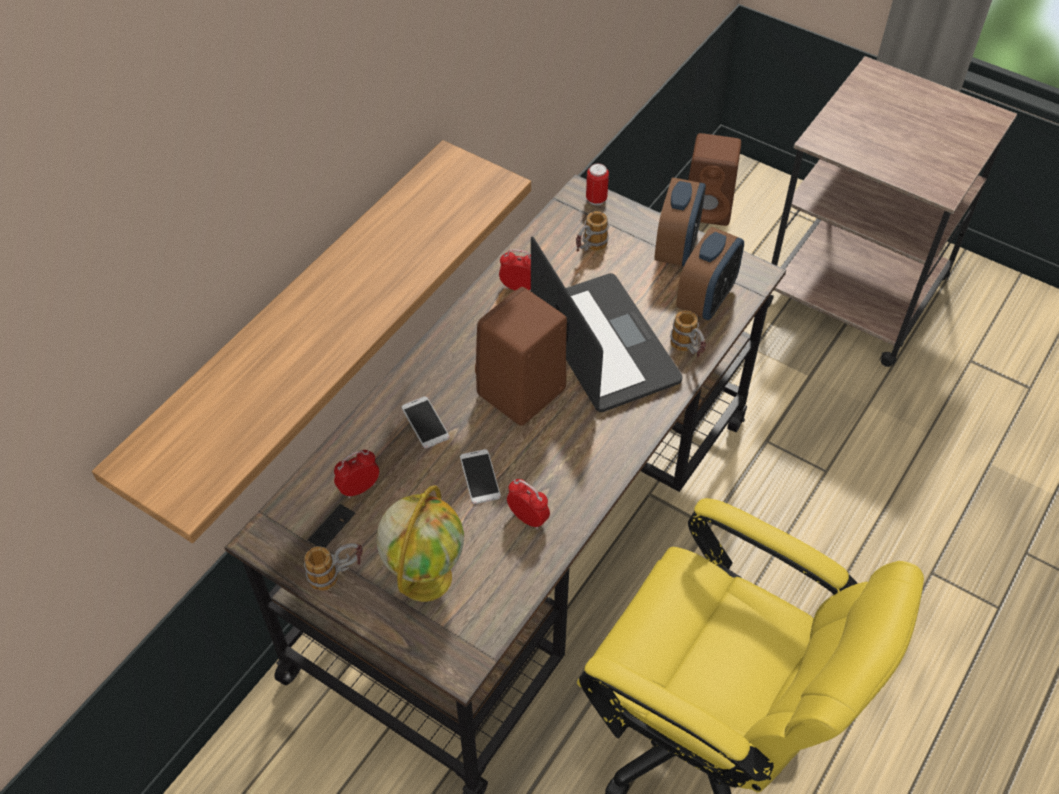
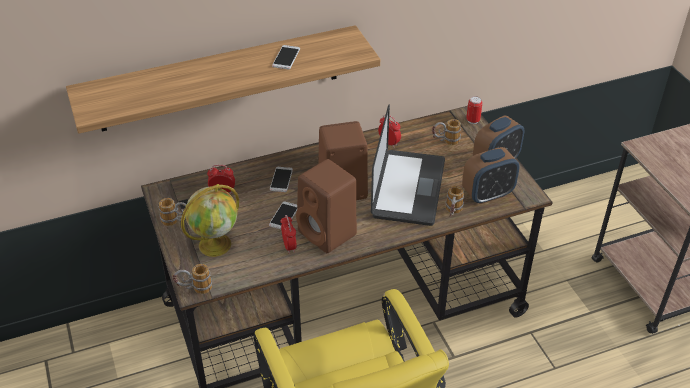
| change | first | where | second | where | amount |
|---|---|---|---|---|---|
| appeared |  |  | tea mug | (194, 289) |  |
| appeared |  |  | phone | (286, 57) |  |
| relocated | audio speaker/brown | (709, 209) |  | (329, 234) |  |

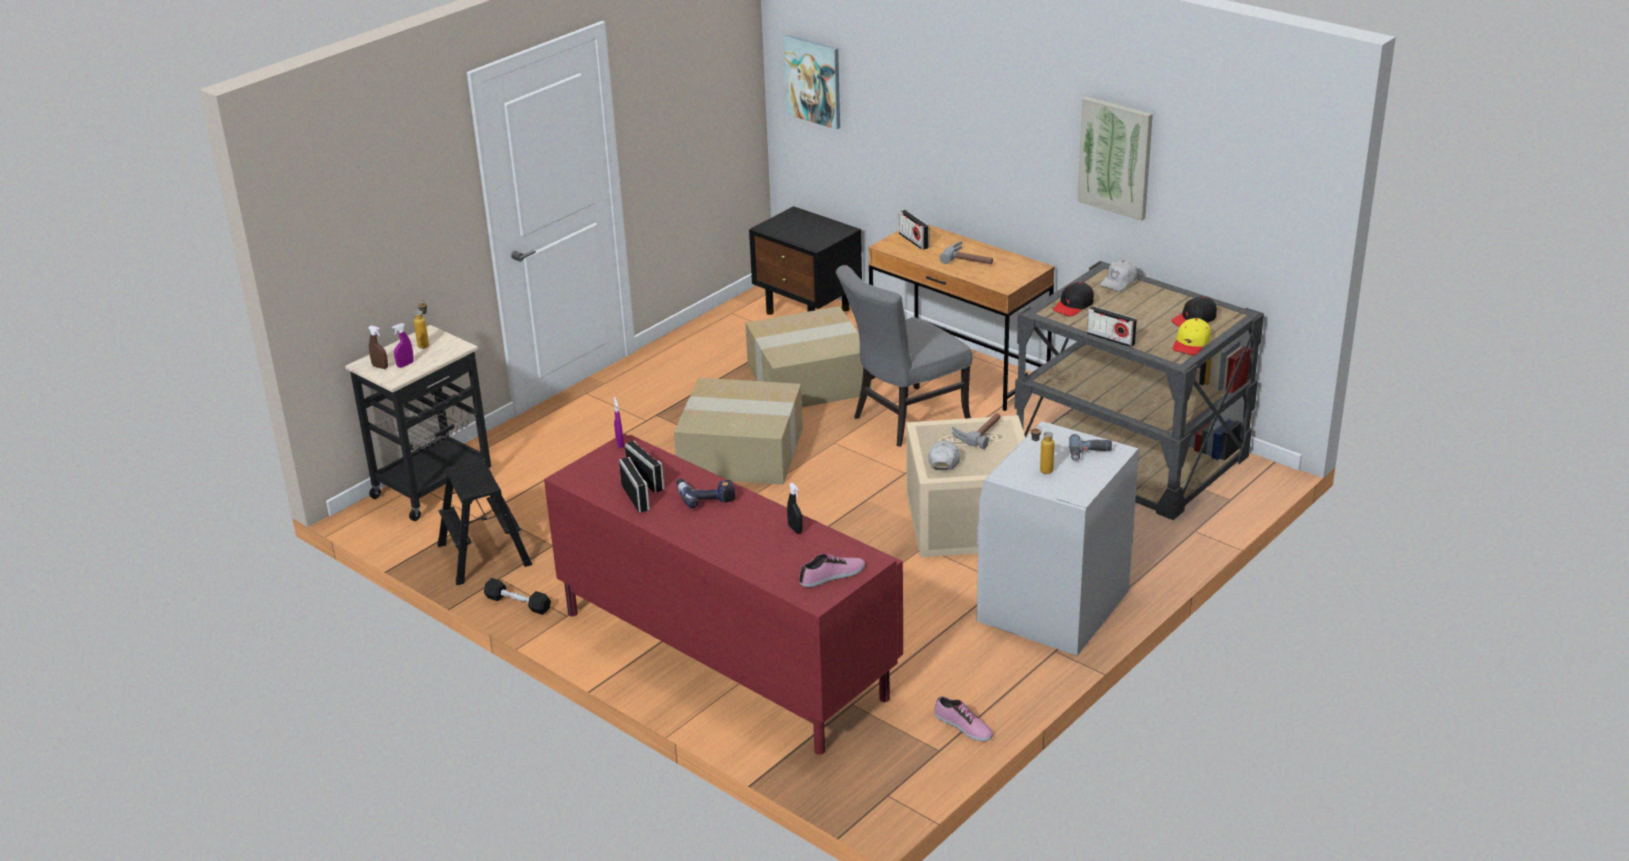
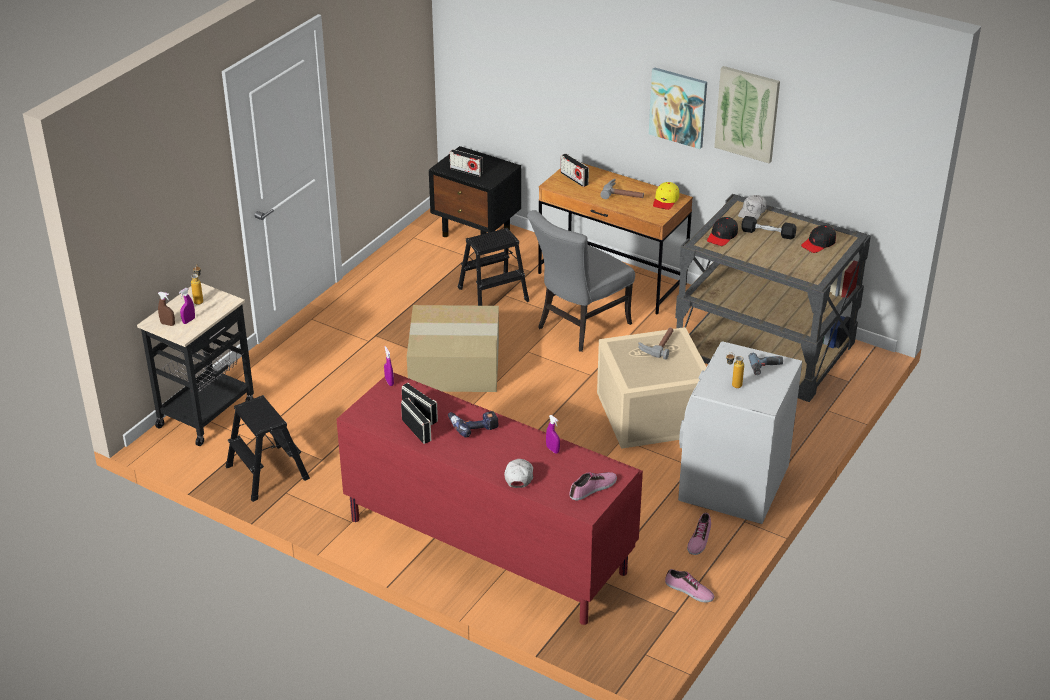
| change | first | where | second | where | amount |
|---|---|---|---|---|---|
| relocated | radio | (1110, 339) |  | (466, 171) |  |
| exchanged | cardboard box | (809, 378) | step stool/black-coloured | (493, 294) |  |
| relocated | peaked cap/white-coloured | (944, 460) |  | (519, 476) |  |
| colour | spray bottle/black-coloured | (795, 529) | spray bottle/purple-coloured | (552, 449) |  |
| relocated | wall art | (813, 81) |  | (678, 107) |  |
| relocated | peaked cap/yellow | (1191, 343) |  | (666, 200) |  |
| appeared |  |  | low shoe | (699, 539) |  |
| relocated | dumbbell/black-coloured | (518, 603) |  | (768, 233) |  |

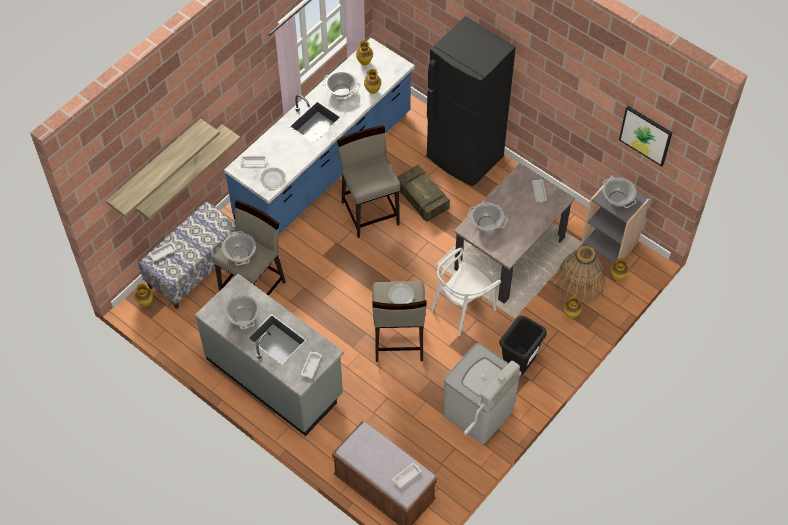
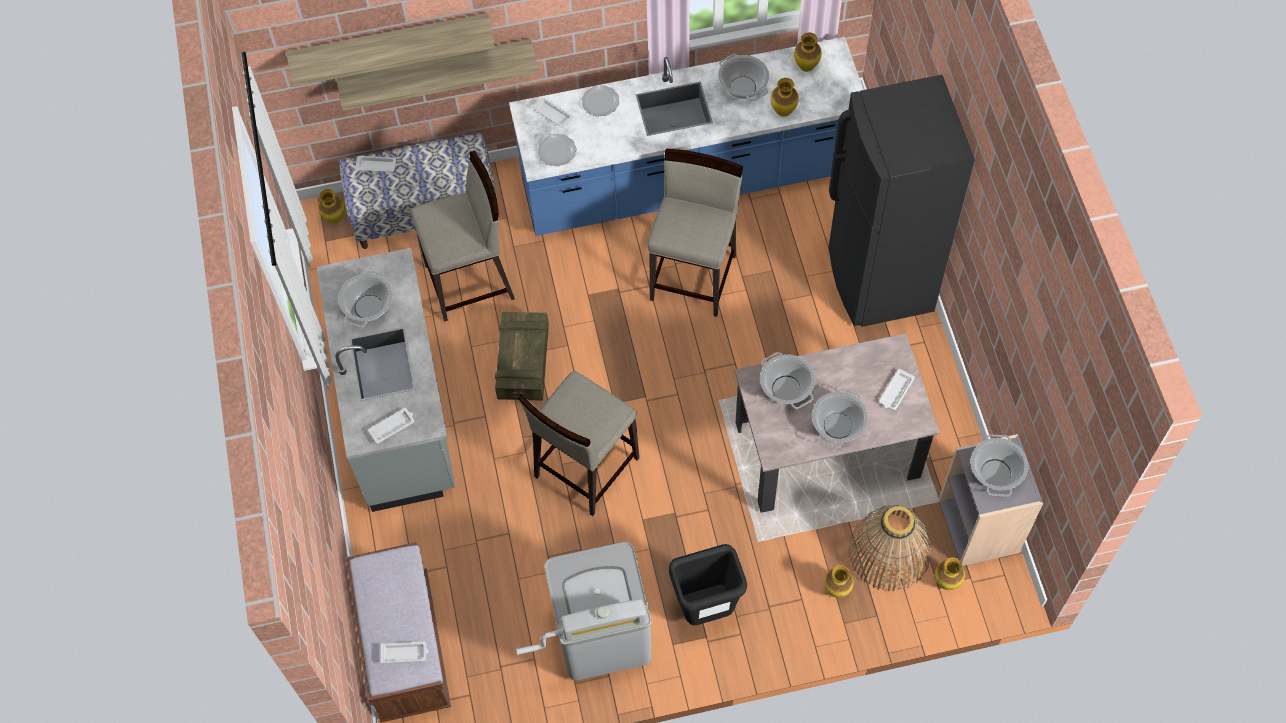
| change | first | where | second | where | amount |
|---|---|---|---|---|---|
| relocated | crate | (422, 199) |  | (523, 363) |  |
| relocated | dinner plate | (400, 295) |  | (600, 101) |  |
| relocated | cooking pot | (240, 254) |  | (838, 426) |  |
| missing | upright chair/white-coloured | (462, 308) |  |  |  |
| missing | wall art | (646, 135) |  |  |  |

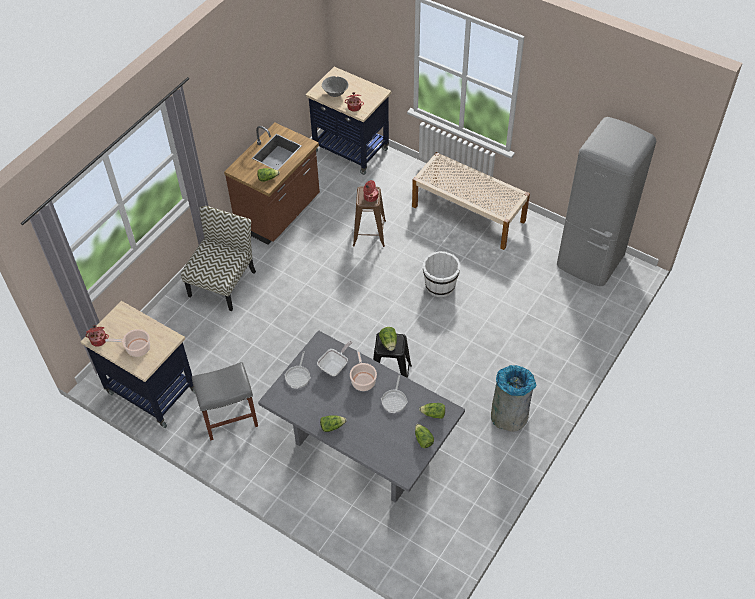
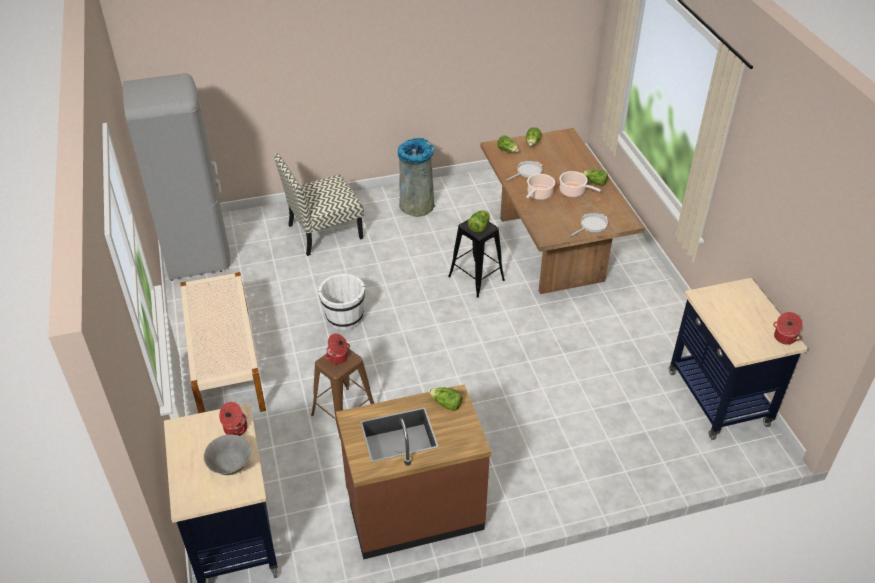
| change | first | where | second | where | amount |
|---|---|---|---|---|---|
| relocated | upright chair | (222, 283) |  | (324, 232) |  |
| colour | kitchen table/grey | (364, 447) | kitchen table/brown | (549, 248) |  |
| relocated | cooking pot | (136, 348) |  | (573, 192) |  |
| missing | stool seat/grey | (230, 417) |  |  |  |
| missing | pan | (335, 366) |  |  |  |

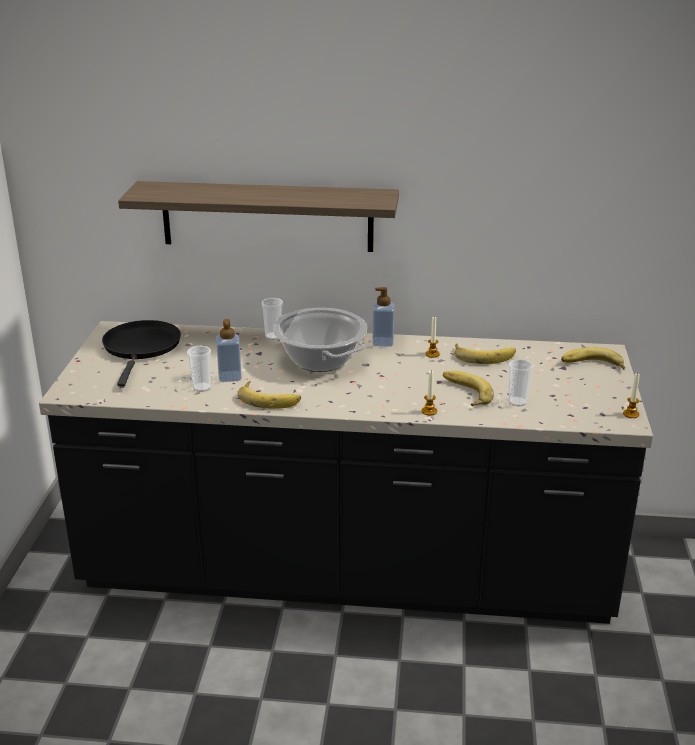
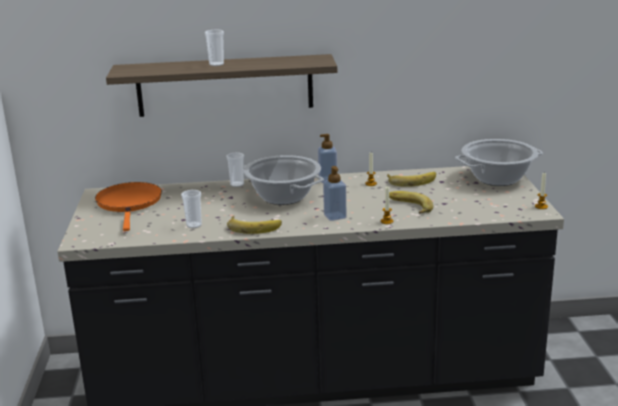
| change | first | where | second | where | amount |
|---|---|---|---|---|---|
| colour | pan/black-coloured | (141, 348) | pan/orange-coloured | (129, 203) |  |
| relocated | drinking cup | (517, 402) |  | (216, 64) |  |
| relocated | soap bottle | (230, 377) |  | (335, 216) |  |
| exchanged | banana fruit | (592, 366) | cooking pot | (497, 179) |  |

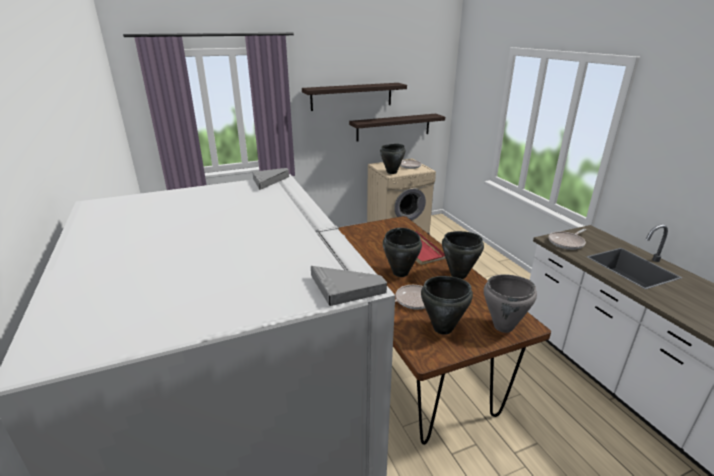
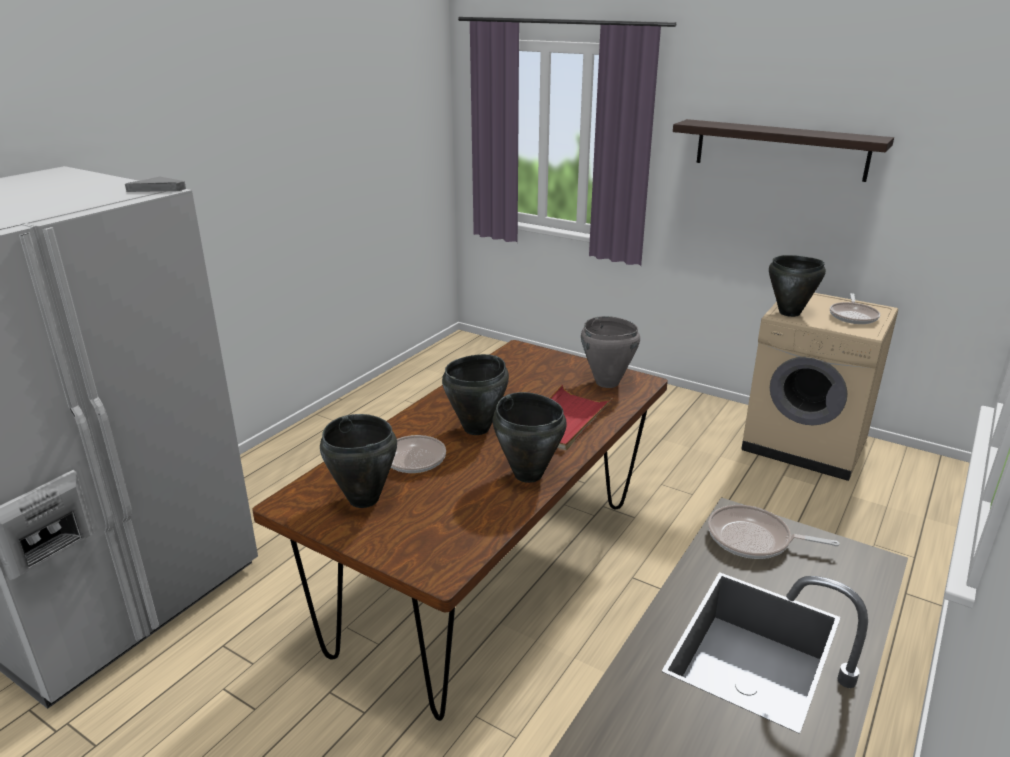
| change | first | where | second | where | amount |
|---|---|---|---|---|---|
| relocated | cooking pot/grey | (503, 327) |  | (607, 383) |  |
| missing | bracket shelf | (393, 127) |  |  |  |

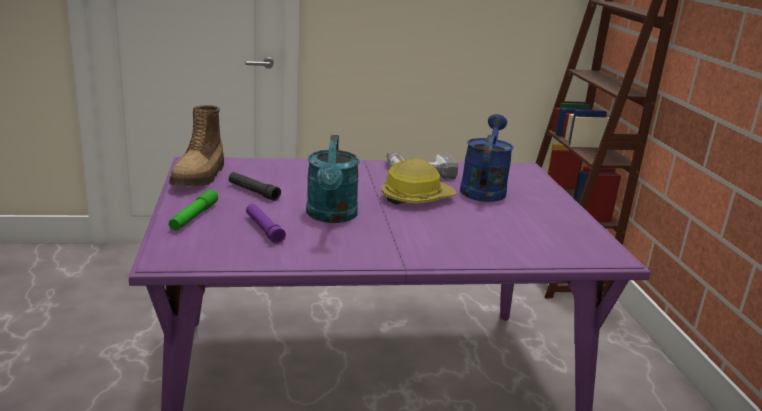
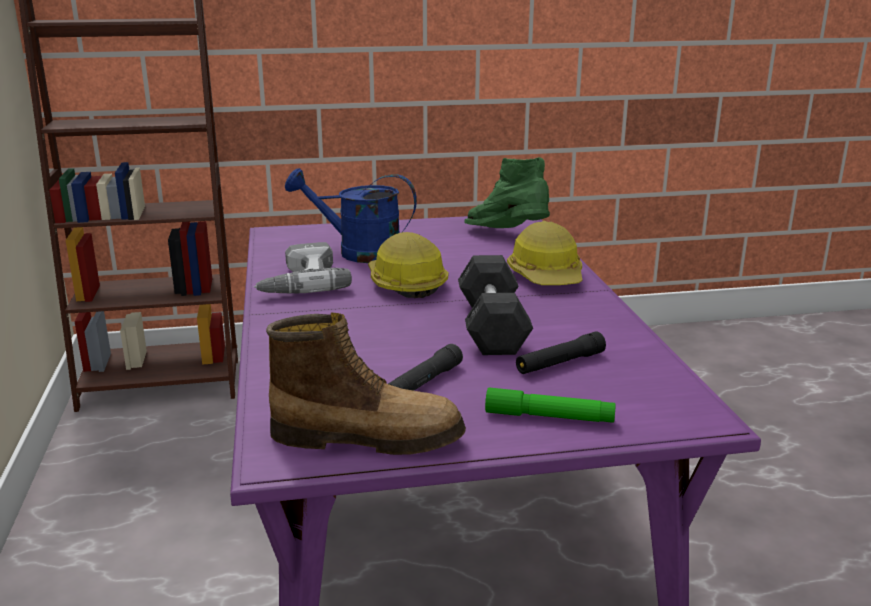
| change | first | where | second | where | amount |
|---|---|---|---|---|---|
| exchanged | watering can/turquoise | (331, 216) | dumbbell/grey | (492, 326) |  |
| appeared |  |  | high-top boot/greenish | (508, 236) |  |
| appeared |  |  | hard hat | (547, 276) |  |
| colour | hand torch/purple-coloured | (264, 229) | hand torch/black-coloured | (560, 363) |  |

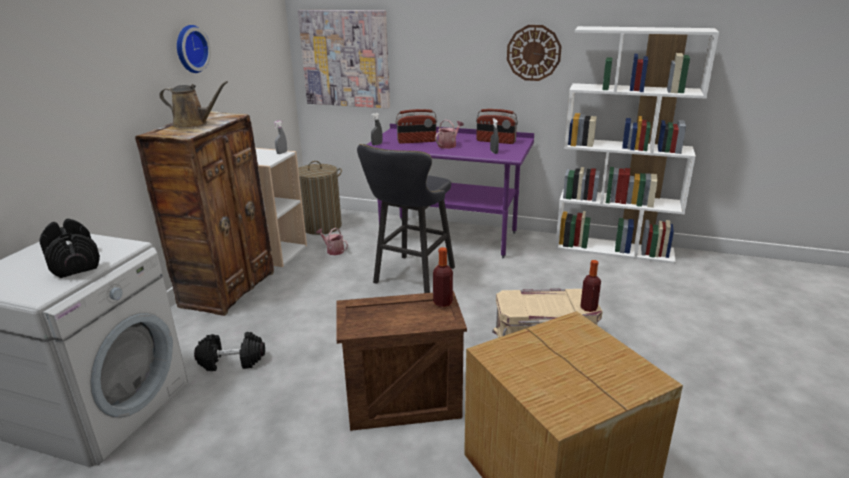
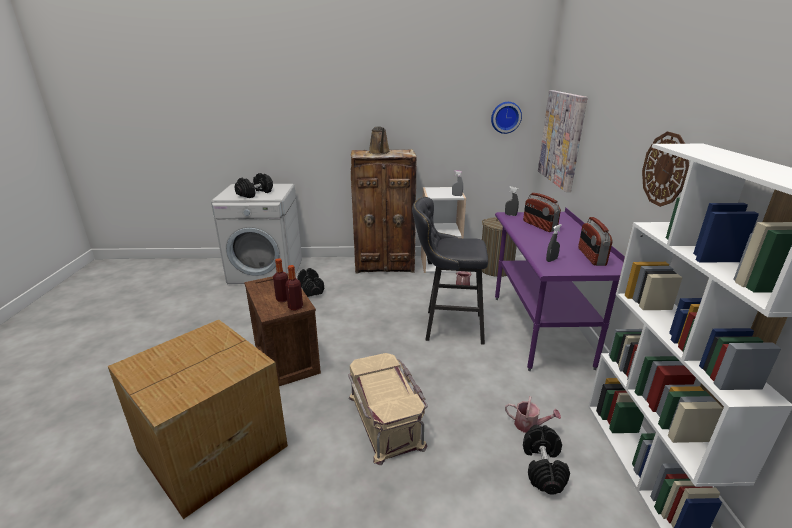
| change | first | where | second | where | amount |
|---|---|---|---|---|---|
| relocated | drink bottle | (588, 308) |  | (283, 299) |  |
| relocated | hanging clock | (190, 49) |  | (505, 117) |  |
| relocated | watering can | (449, 145) |  | (529, 425) |  |
| appeared |  |  | dumbbell/black-coloured | (543, 468) |  |

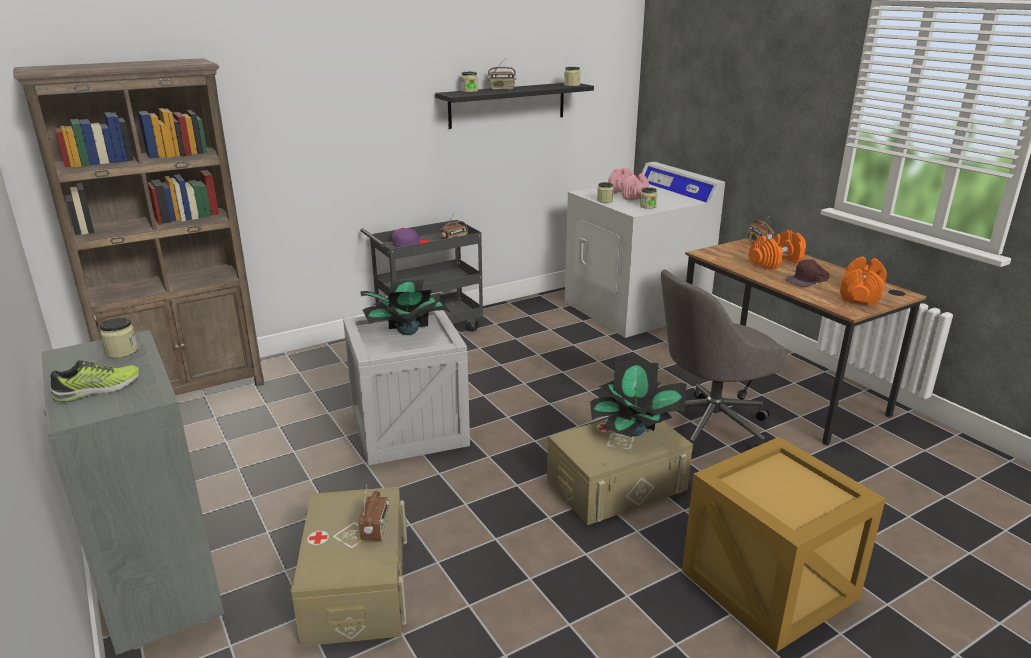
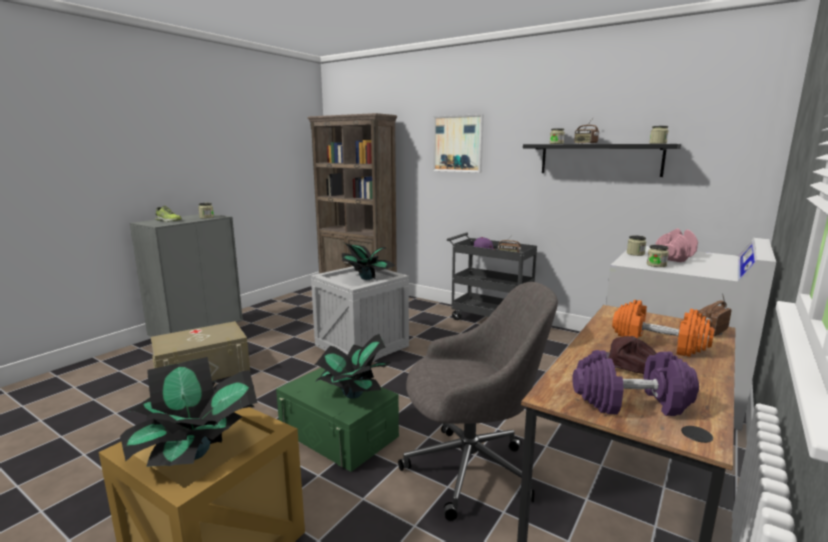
| change | first | where | second | where | amount |
|---|---|---|---|---|---|
| appeared |  |  | houseplant | (196, 453) |  |
| colour | storage box/beige | (616, 485) | storage box/greenish | (338, 433) |  |
| spun | desk chair/grey | (710, 429) |  | (470, 470) | 135 degrees clockwise |
| appeared |  |  | wall art | (458, 143) |  |
| colour | dumbbell/orange-coloured | (861, 295) | dumbbell/purple-coloured | (631, 402) |  |
| missing | radio | (376, 529) |  |  |  |

